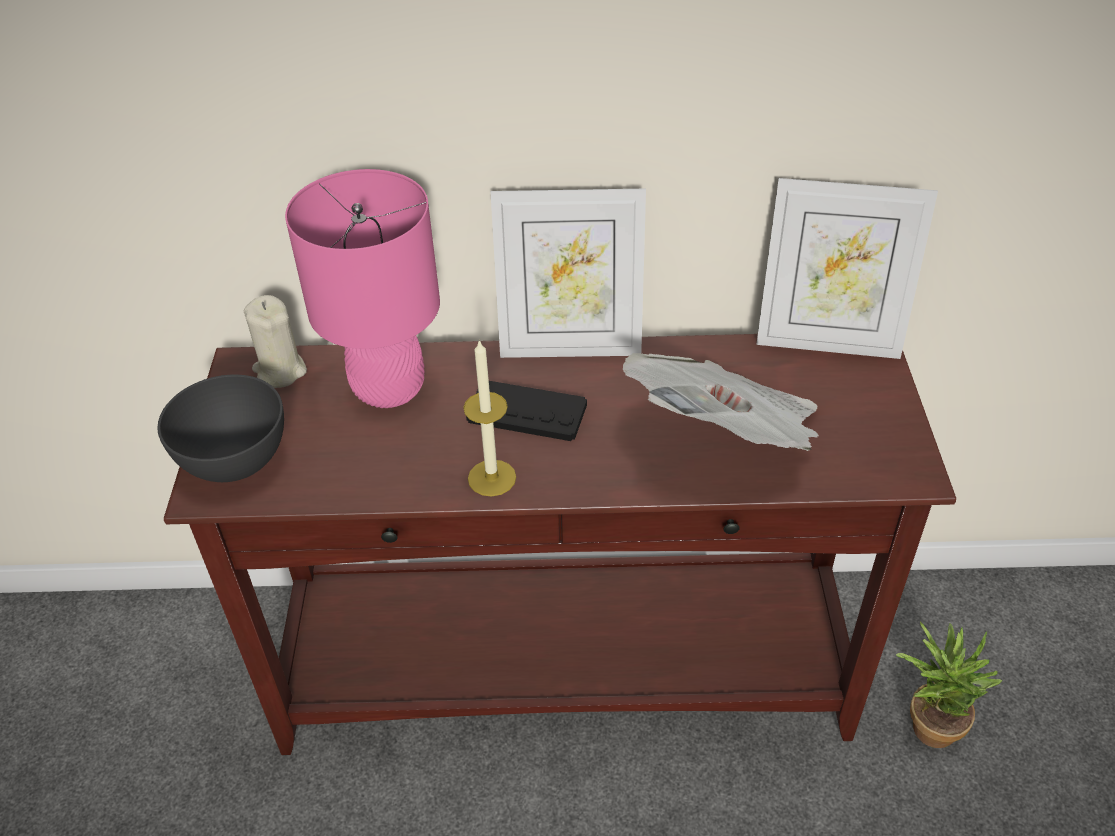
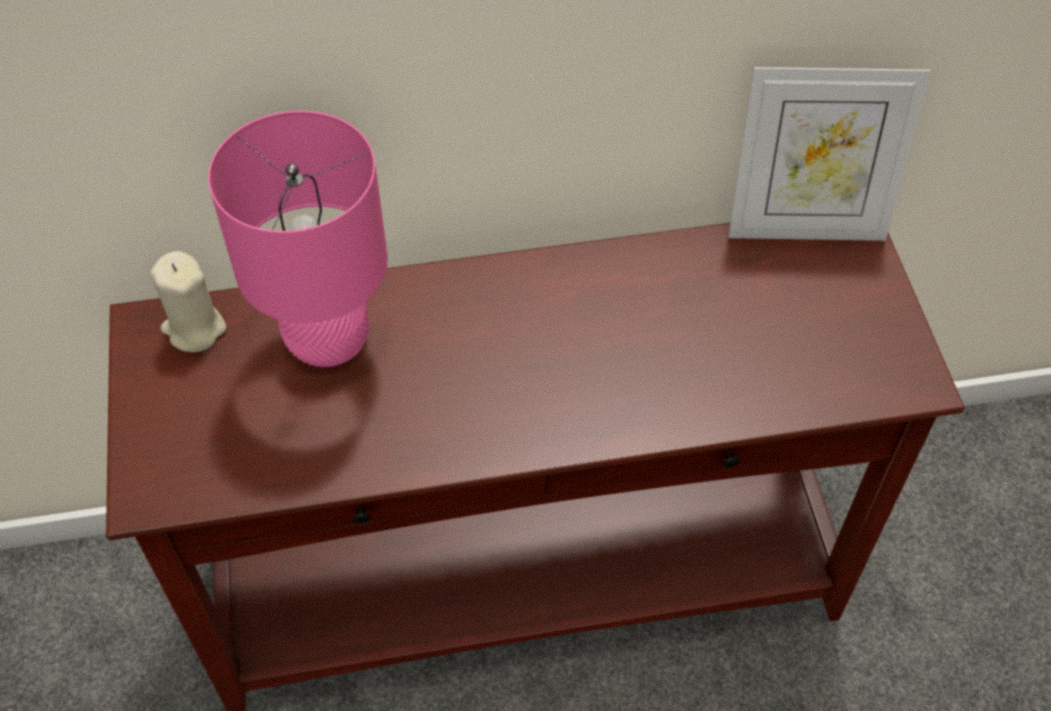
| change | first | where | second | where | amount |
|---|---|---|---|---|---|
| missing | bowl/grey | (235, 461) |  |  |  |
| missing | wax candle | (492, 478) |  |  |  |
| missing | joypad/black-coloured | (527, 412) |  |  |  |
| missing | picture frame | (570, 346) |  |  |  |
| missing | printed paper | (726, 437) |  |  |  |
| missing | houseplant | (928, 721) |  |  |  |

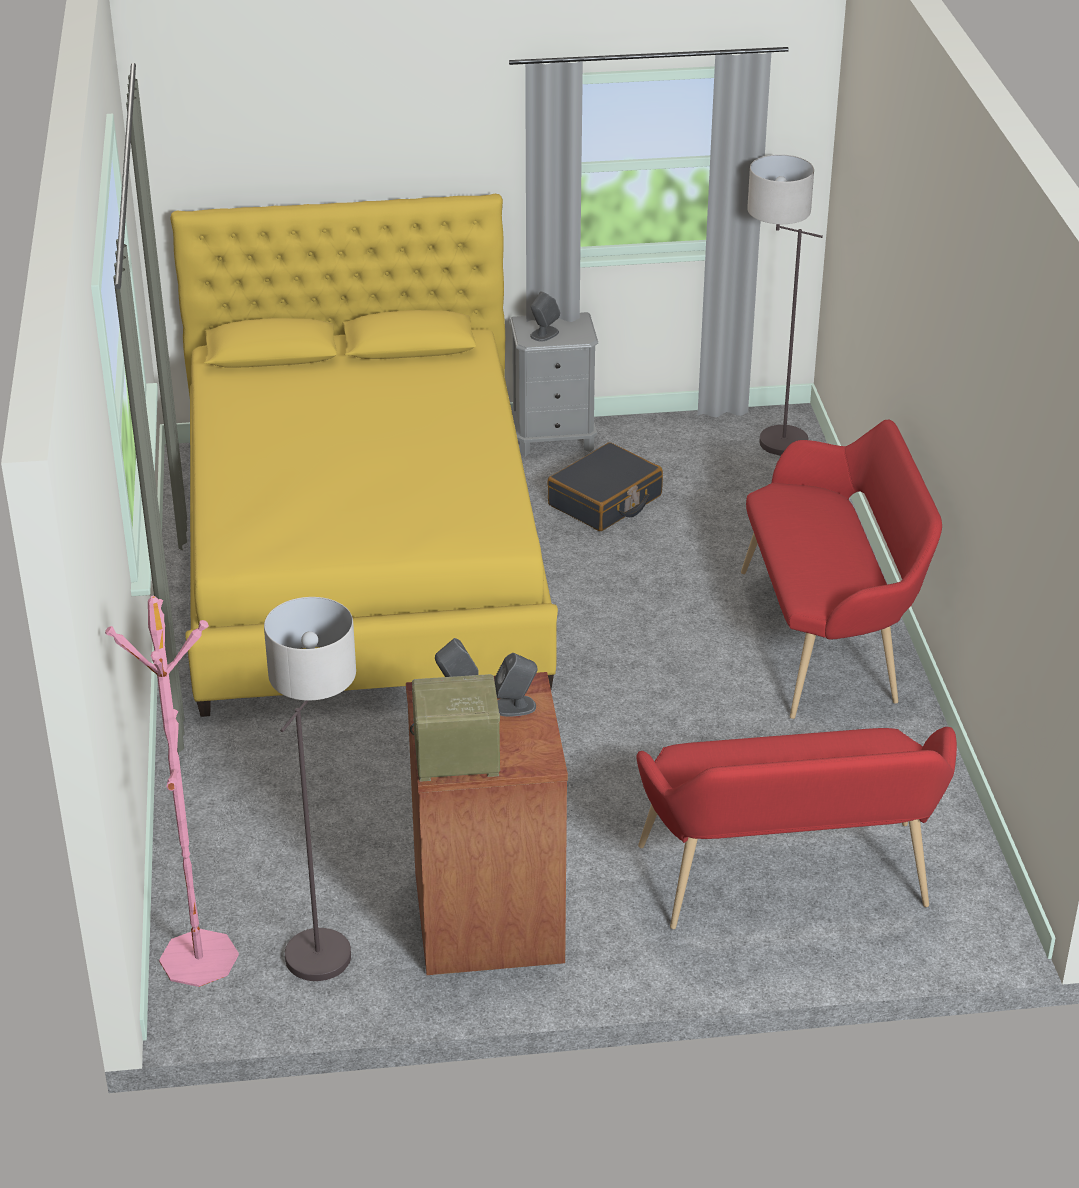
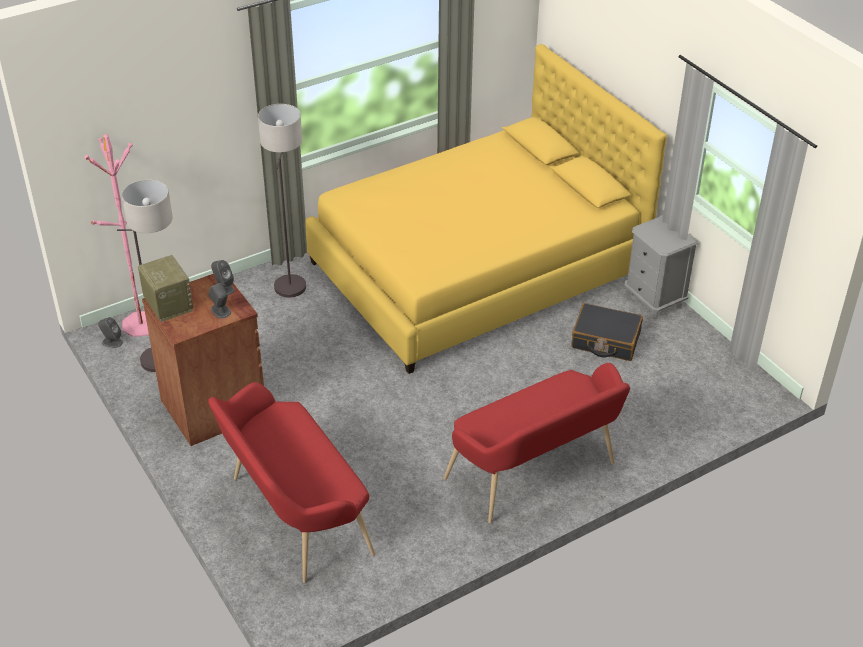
| change | first | where | second | where | amount |
|---|---|---|---|---|---|
| relocated | audio speaker/grey | (544, 334) |  | (112, 342) |  |
| relocated | floor lamp/grey | (769, 439) |  | (291, 281) |  |

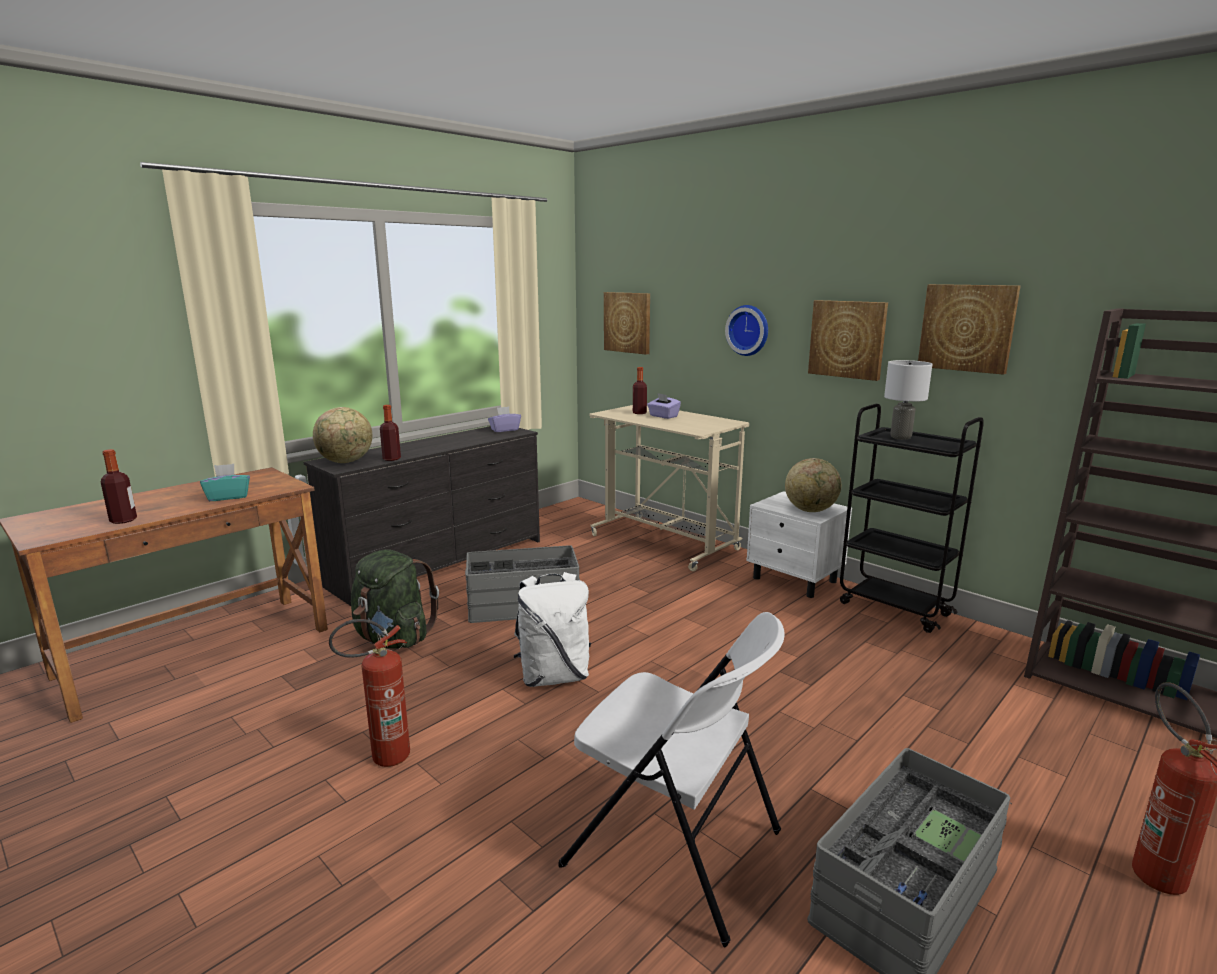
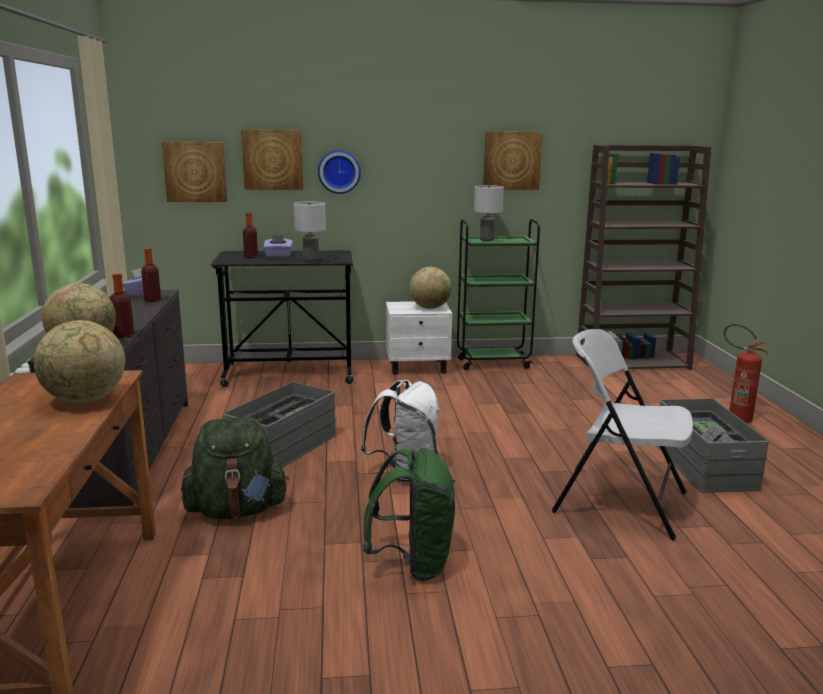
| change | first | where | second | where | amount |
|---|---|---|---|---|---|
| exchanged | box of tissues/turquoise | (228, 497) | desk globe | (85, 400) |  |
| relocated | drink bottle | (123, 520) |  | (152, 300) |  |
| colour | desk table/beige | (664, 542) | desk table/black-coloured | (289, 373) |  |
| relocated | wall art | (847, 339) |  | (273, 159) |  |
| appeared |  |  | lamp for a table/white-coloured | (311, 261) |  |
| exchanged | fire extinguisher | (382, 759) | backpack/greenish | (413, 563) |  |
| colour | cart/black-coloured | (896, 609) | cart/greenish | (494, 363) |  |
| spun | upright chair/white-coloured | (672, 848) |  | (620, 502) | 135 degrees counterclockwise |

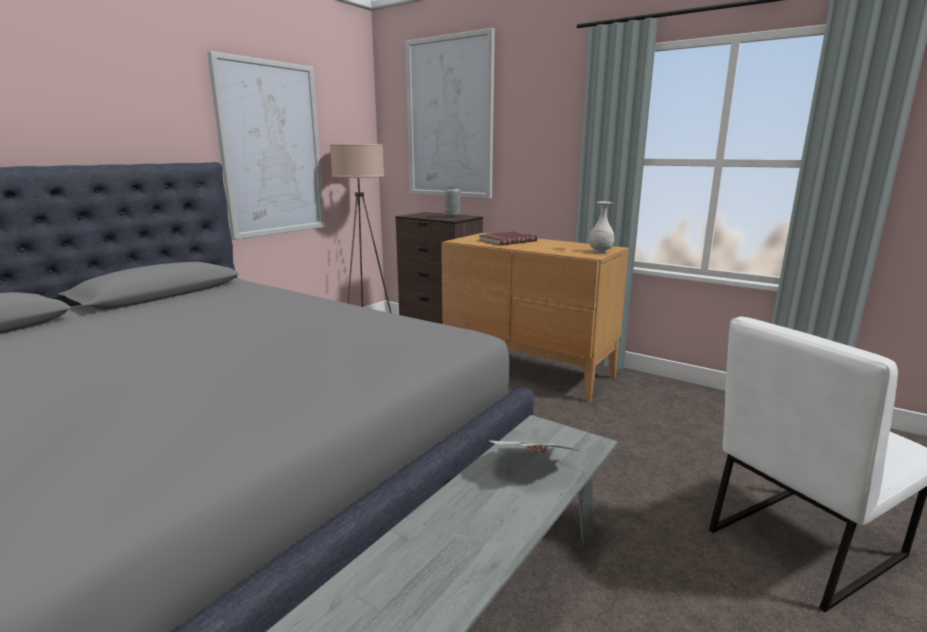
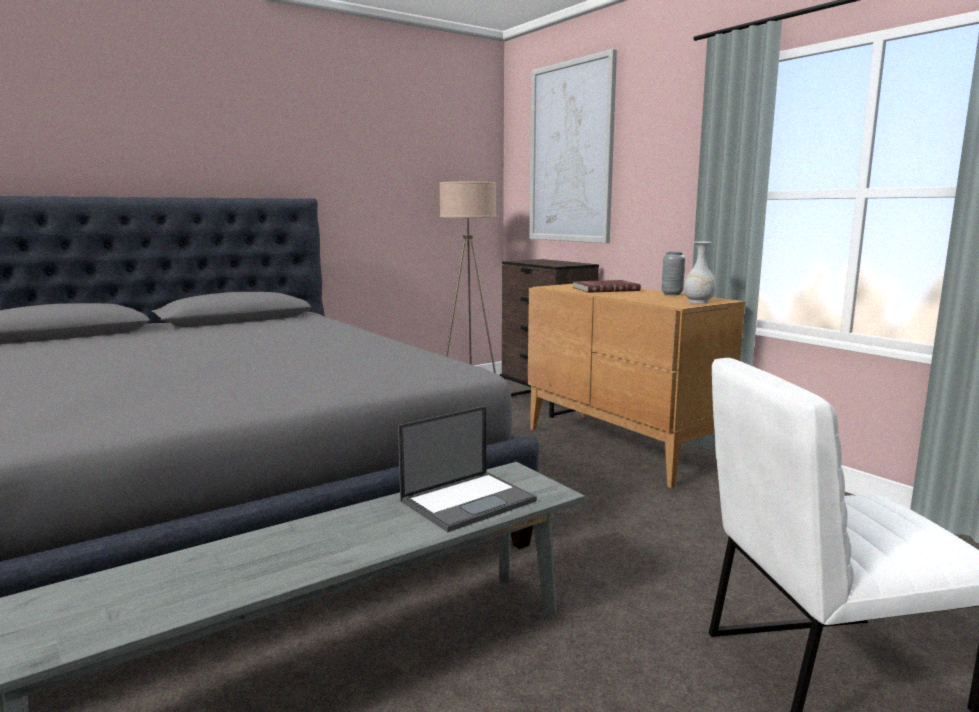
| change | first | where | second | where | amount |
|---|---|---|---|---|---|
| exchanged | printed paper | (533, 466) | notebook computer | (469, 500) |  |
| relocated | vase/grey | (452, 217) |  | (672, 294) |  |
| missing | wall art | (272, 150) |  |  |  |

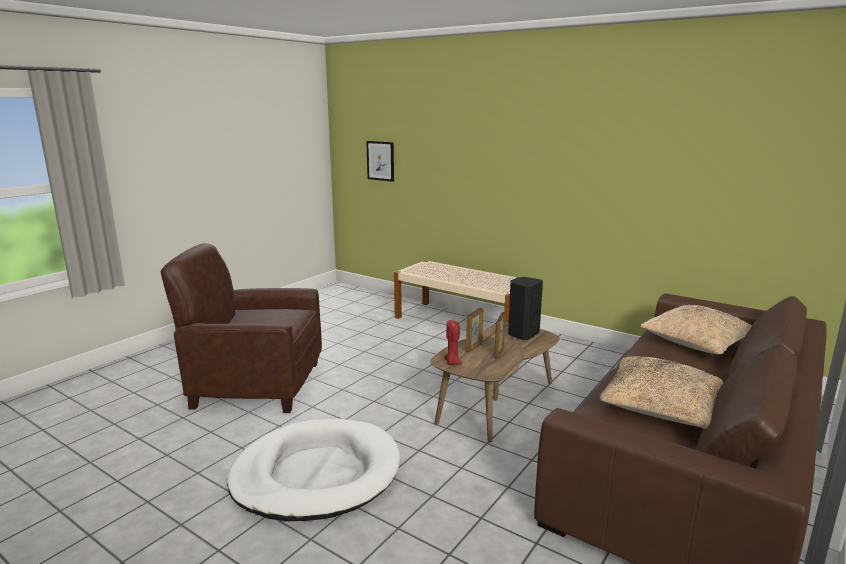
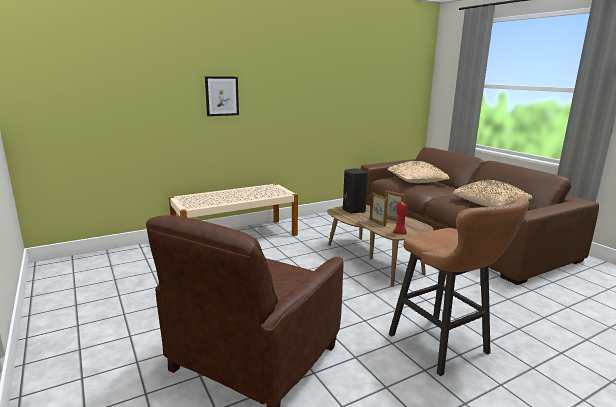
| change | first | where | second | where | amount |
|---|---|---|---|---|---|
| relocated | wall art | (380, 161) |  | (222, 96) |  |
| exchanged | pet bed/white-coloured | (316, 474) | stool seat/brown | (446, 350) |  |

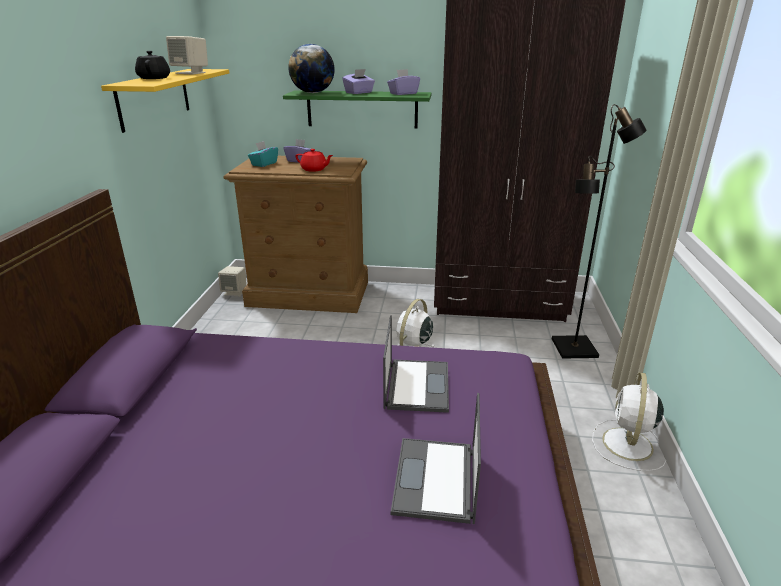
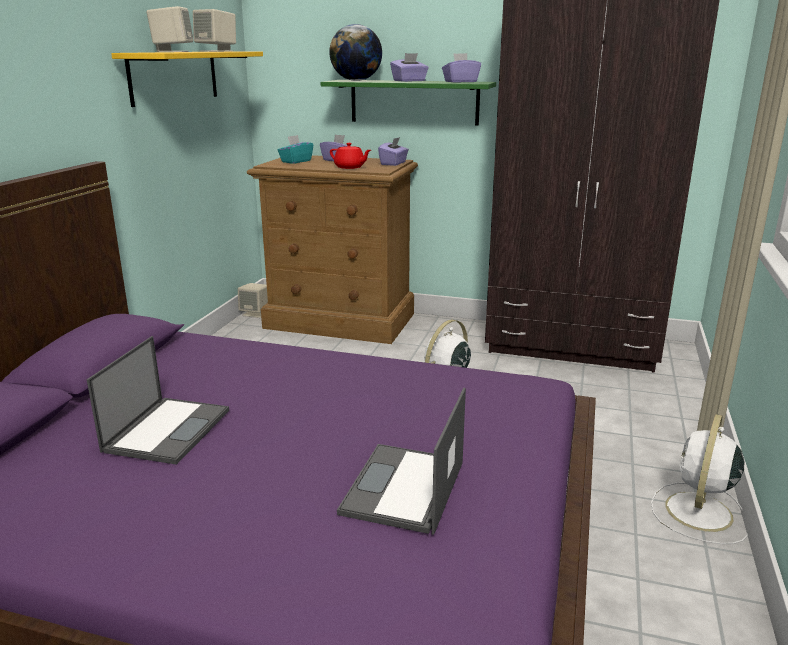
| change | first | where | second | where | amount |
|---|---|---|---|---|---|
| relocated | notebook computer | (416, 385) |  | (168, 429) |  |
| exchanged | tea pot/black-coloured | (154, 78) | audio speaker/beige | (173, 51) |  |
| appeared |  |  | box of tissues/purple-coloured | (393, 163) |  |
| missing | floor lamp/black-coloured | (574, 348) |  |  |  |

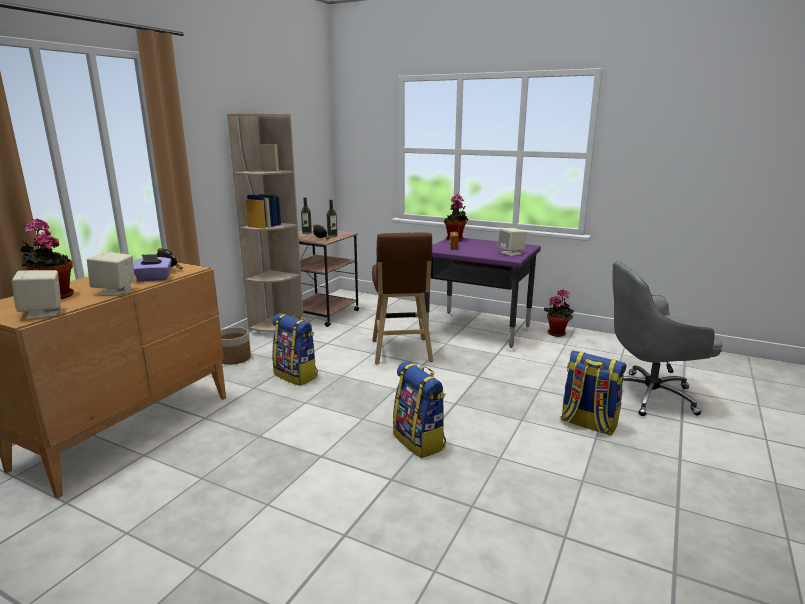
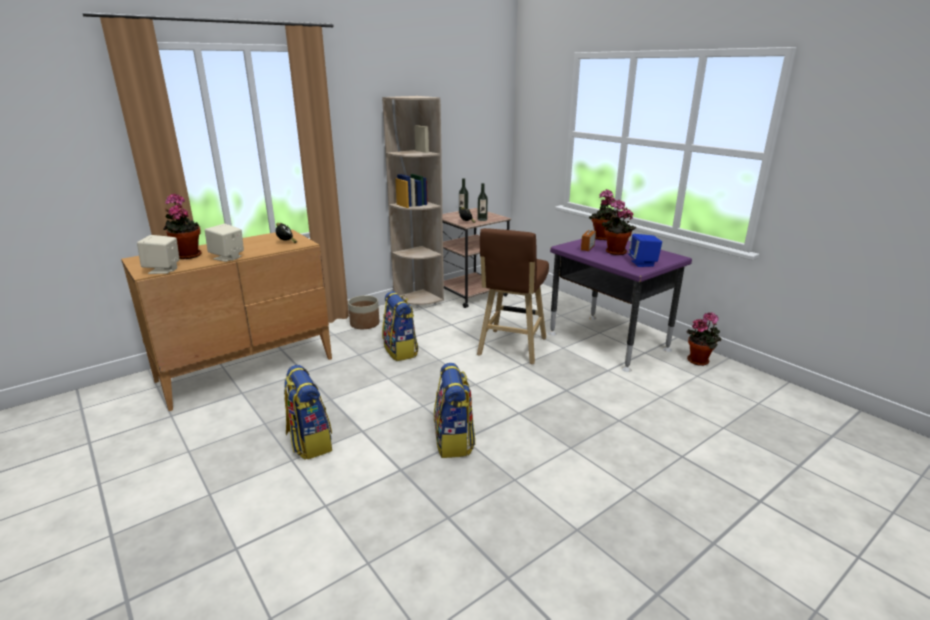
| change | first | where | second | where | amount |
|---|---|---|---|---|---|
| relocated | backpack | (588, 424) |  | (309, 442) |  |
| appeared |  |  | houseplant | (614, 252) |  |
| colour | audio speaker/beige | (511, 253) | audio speaker/blue-coloured | (643, 263) |  |
| missing | box of tissues/purple-coloured | (154, 279) |  |  |  |
| missing | desk chair/grey | (650, 395) |  |  |  |

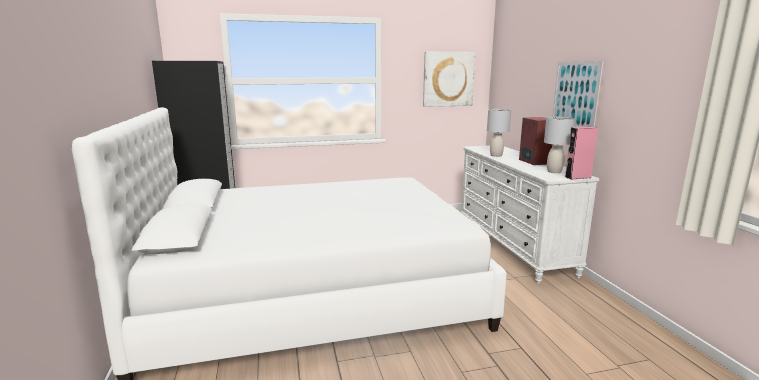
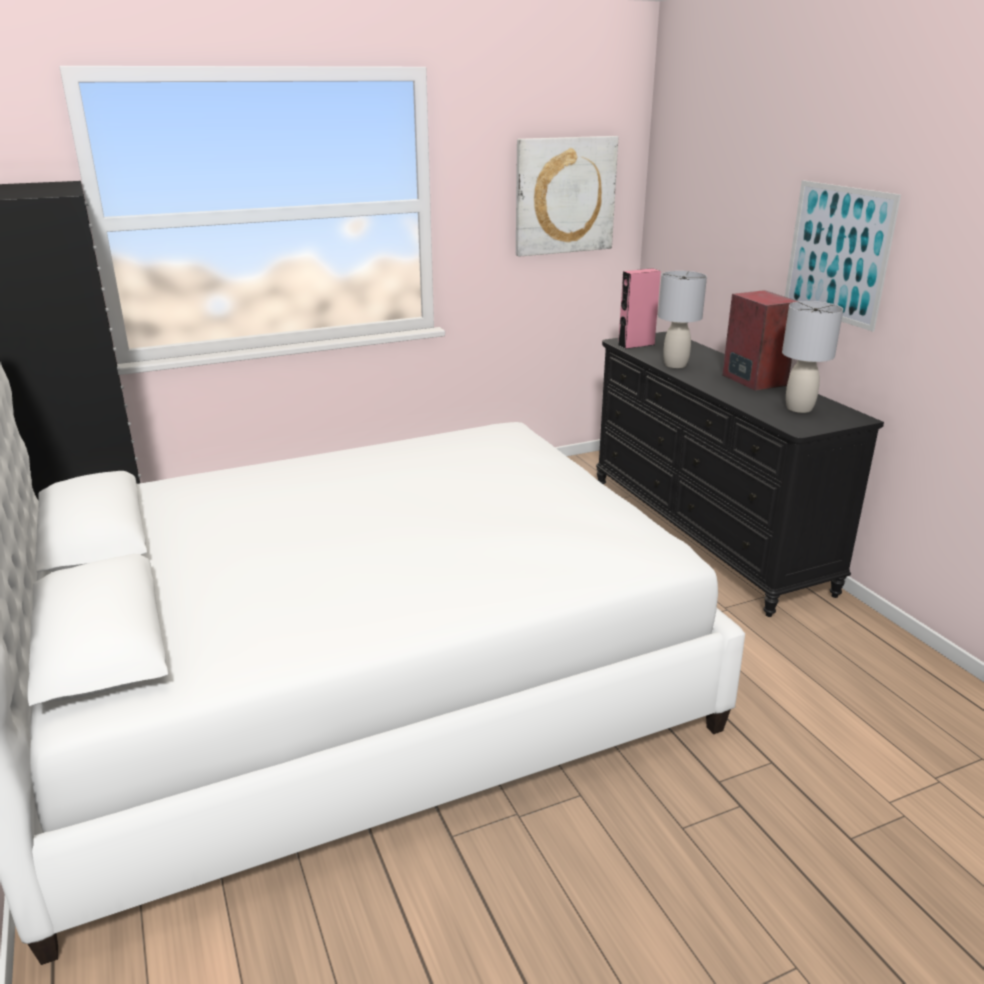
| change | first | where | second | where | amount |
|---|---|---|---|---|---|
| colour | dresser/white-coloured | (512, 246) | dresser/black-coloured | (705, 535) |  |
| relocated | audio speaker/pink | (578, 177) |  | (636, 345) |  |

